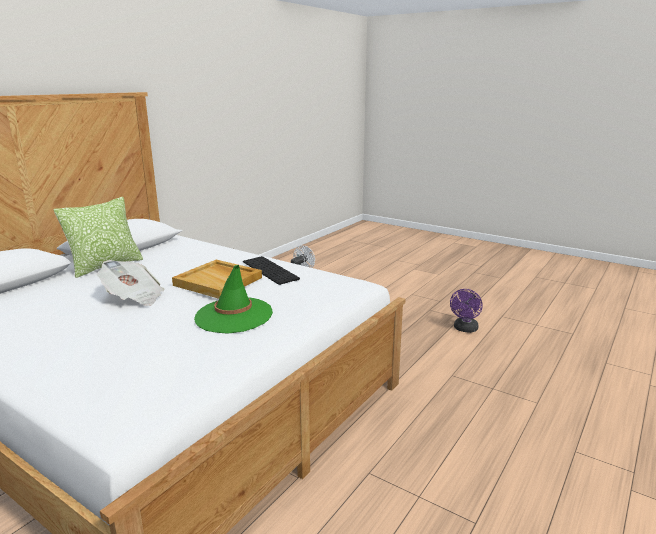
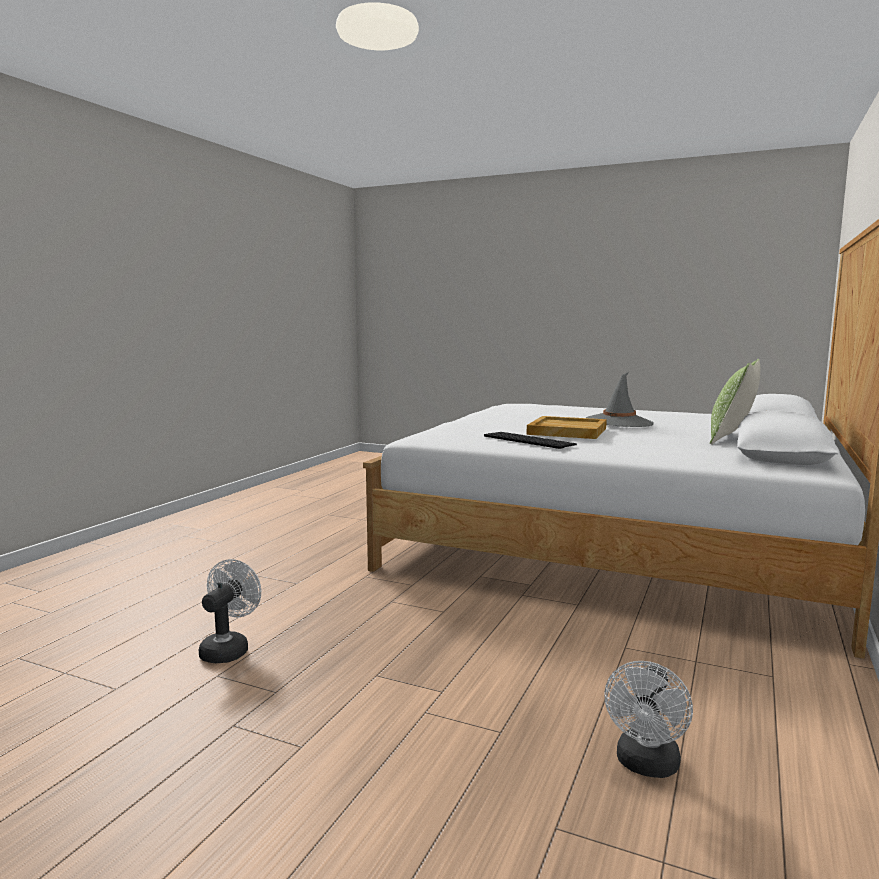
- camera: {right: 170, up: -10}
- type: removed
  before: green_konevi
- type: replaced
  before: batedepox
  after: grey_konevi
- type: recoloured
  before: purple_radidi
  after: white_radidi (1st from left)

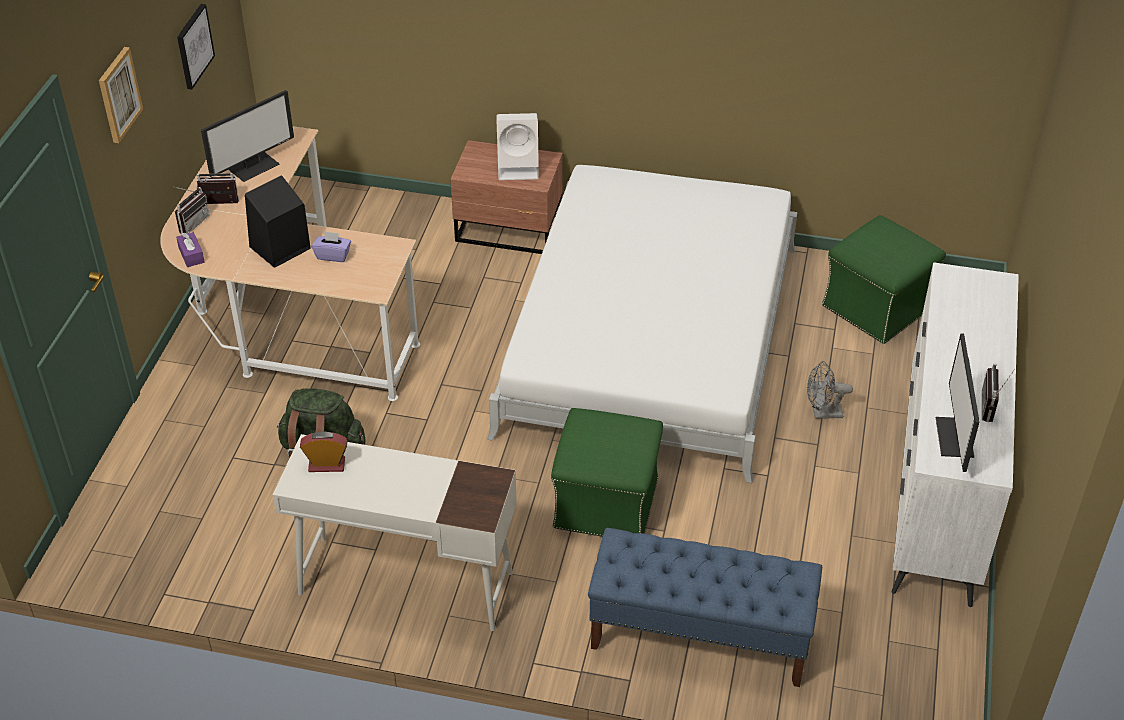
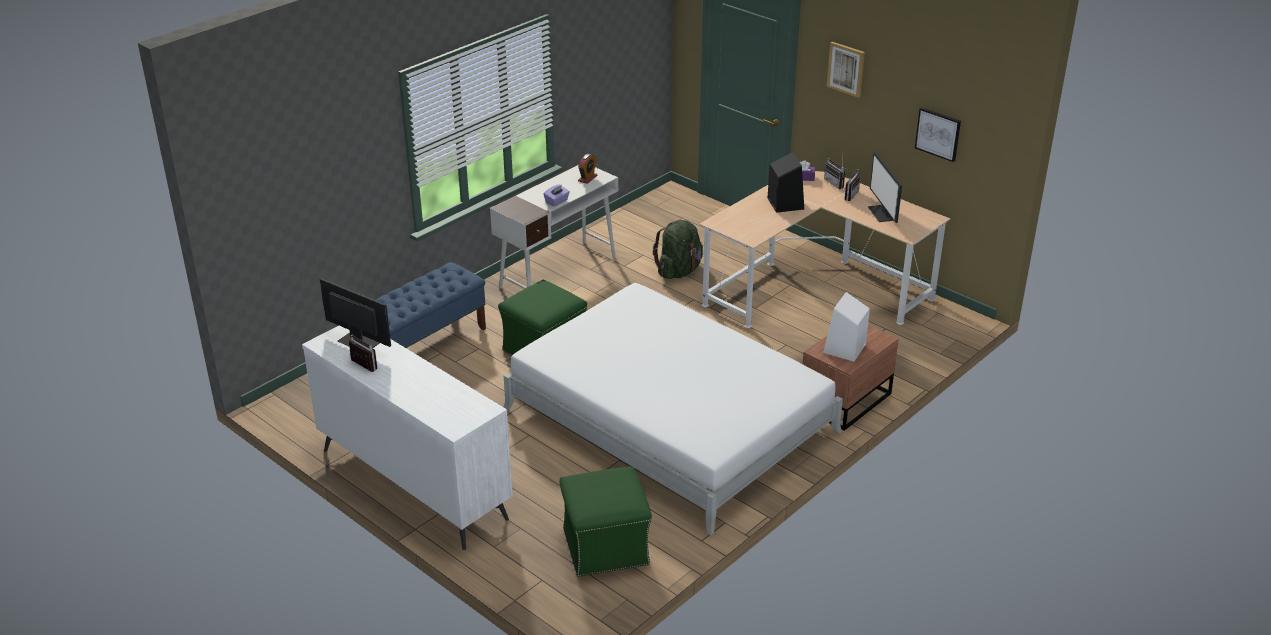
- camera: {right: 120, up: -10}
- type: removed
  before: grey_radidi
- type: moved
  before: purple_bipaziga (2nd from left in the first image)
  after: purple_bipaziga (1st from left)

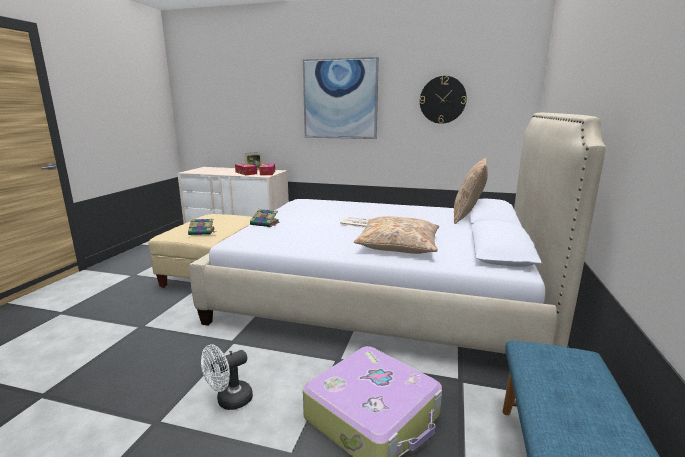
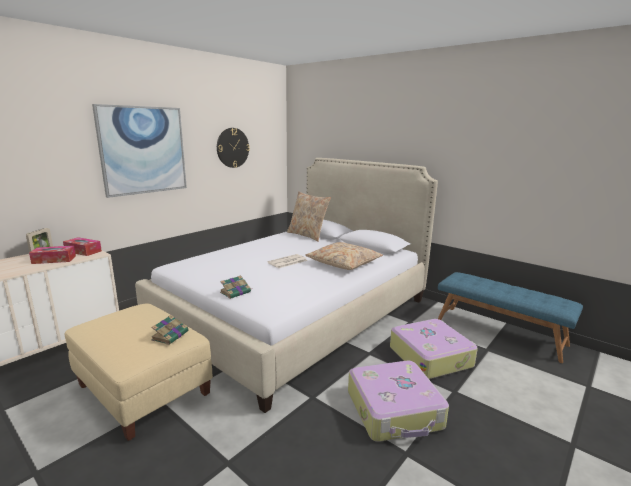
- camera: {right: -65, up: 0}
- type: replaced
  before: white_radidi
  after: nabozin (1st from left)

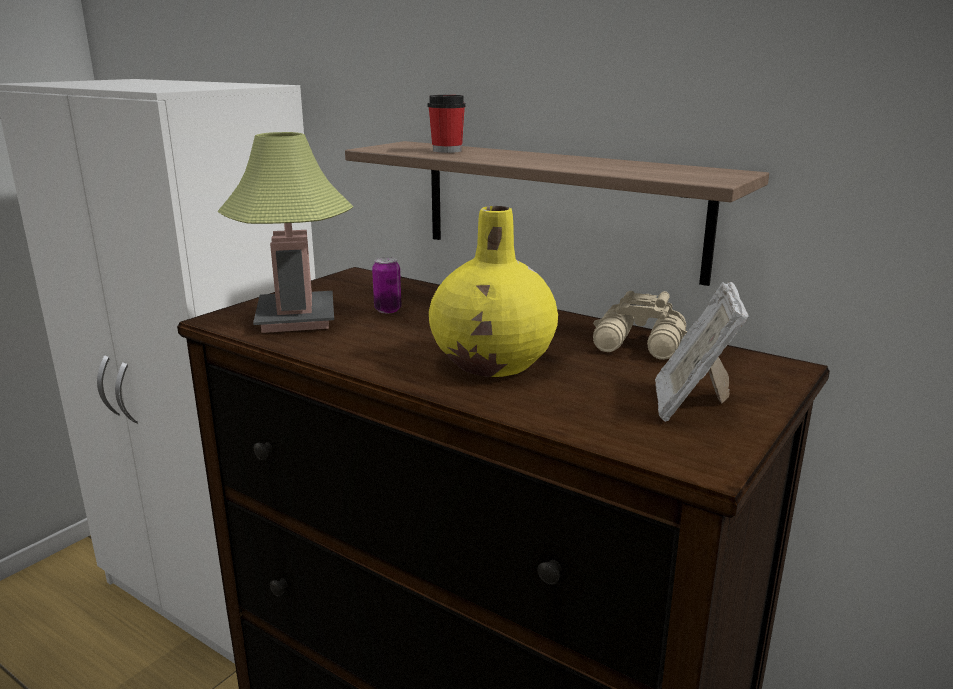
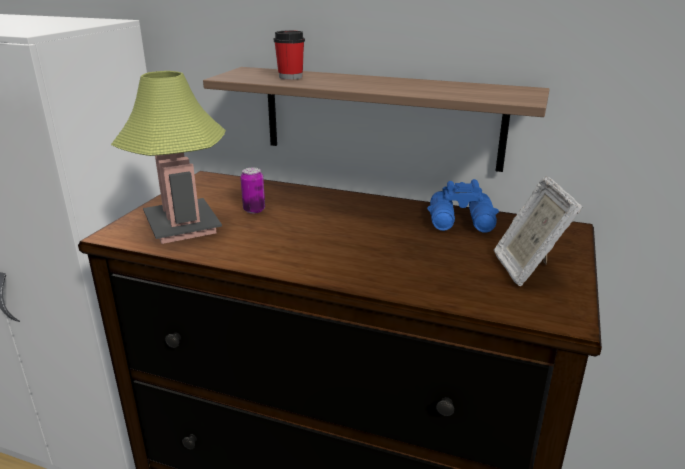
- camera: {right: -15, up: 5}
- type: removed
  before: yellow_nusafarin
- type: recoloured
  before: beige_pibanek
  after: blue_pibanek

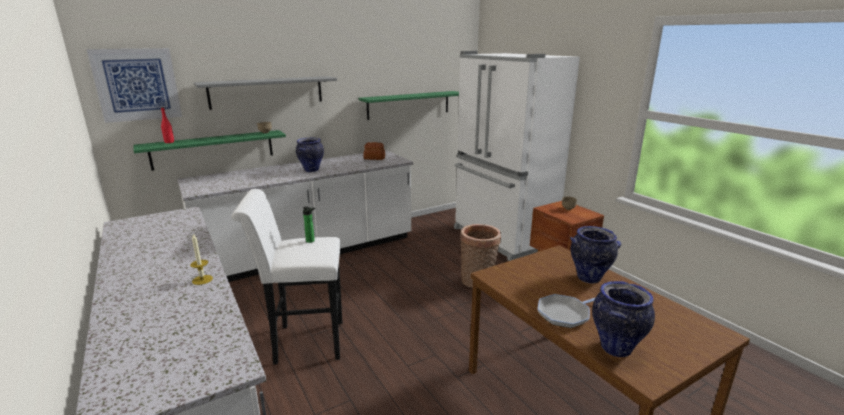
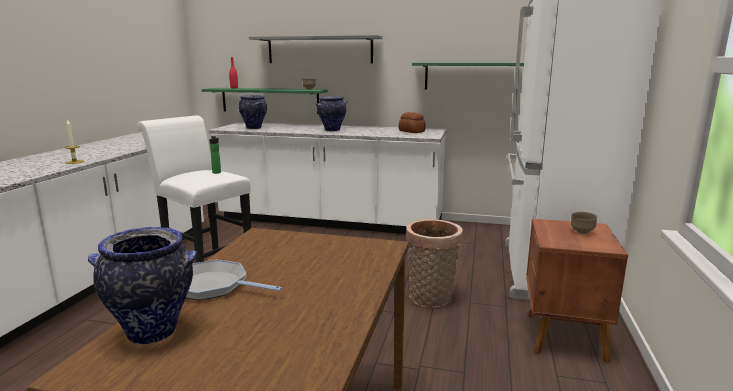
- camera: {right: 45, up: -5}
- type: removed
  before: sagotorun
- type: moved
  before: nusafarin (2nd from left)

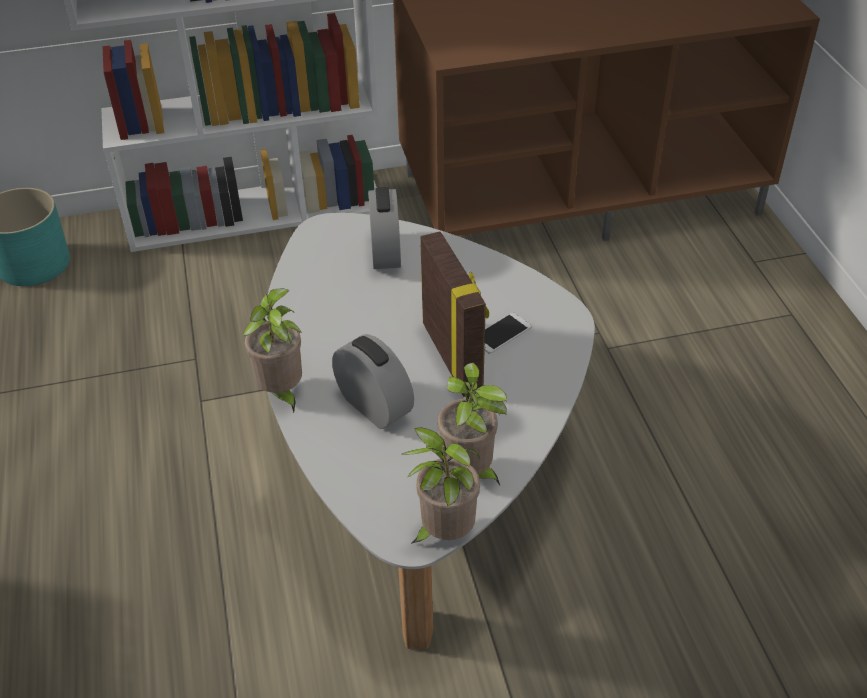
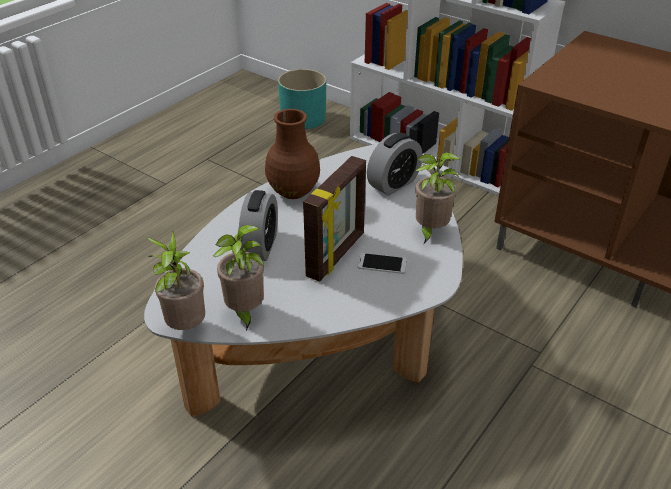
- camera: {right: 50, up: -5}
- type: added
  after: brown_nusafarin
- type: moved
  before: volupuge (1st from left in the first image)
  after: volupuge (3rd from left)

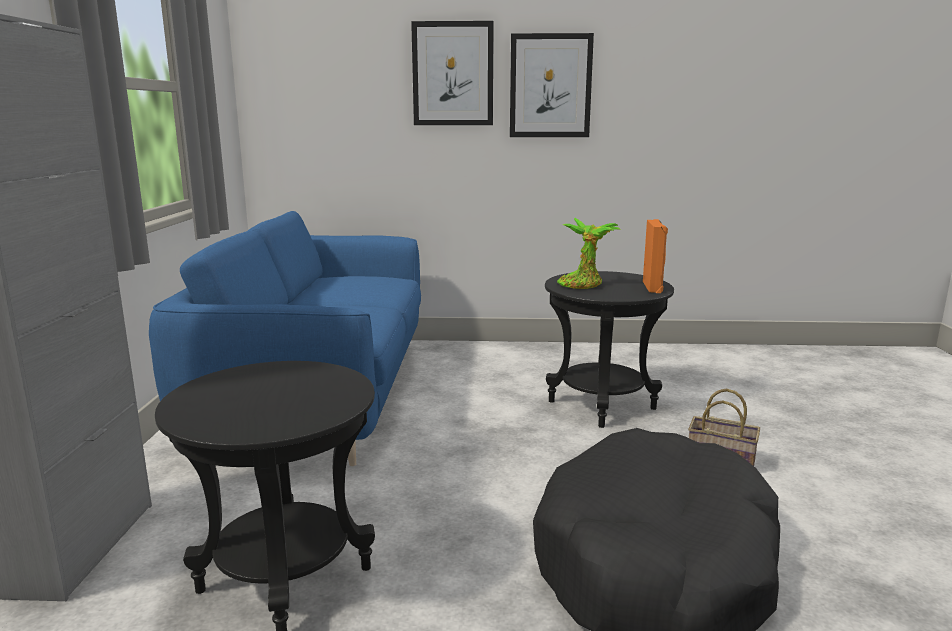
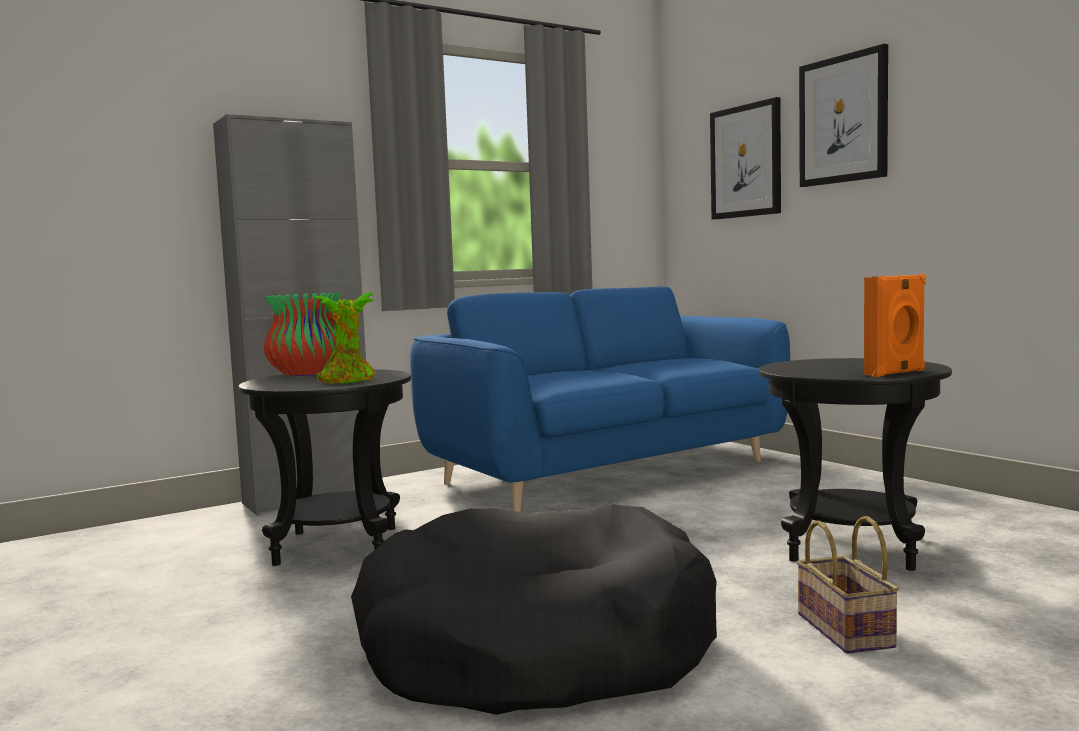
- camera: {right: 55, up: -10}
- type: added
  after: nusafarin
- type: moved
  before: sagotorun (2nd from left in the first image)
  after: sagotorun (1st from left)
- type: moved
  before: volupuge

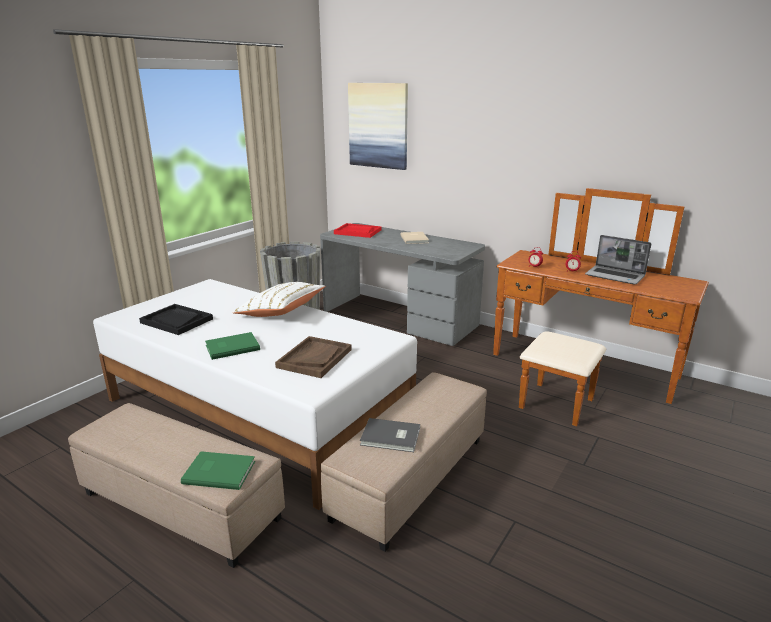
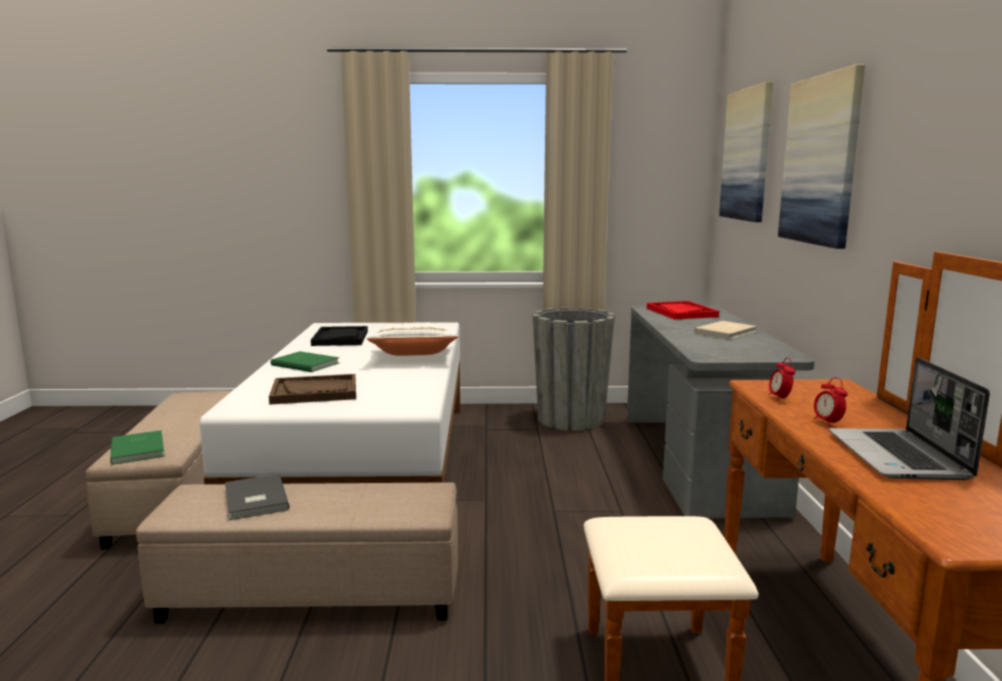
- camera: {right: 55, up: -10}
- type: added
  after: sagotorun (2nd from left)

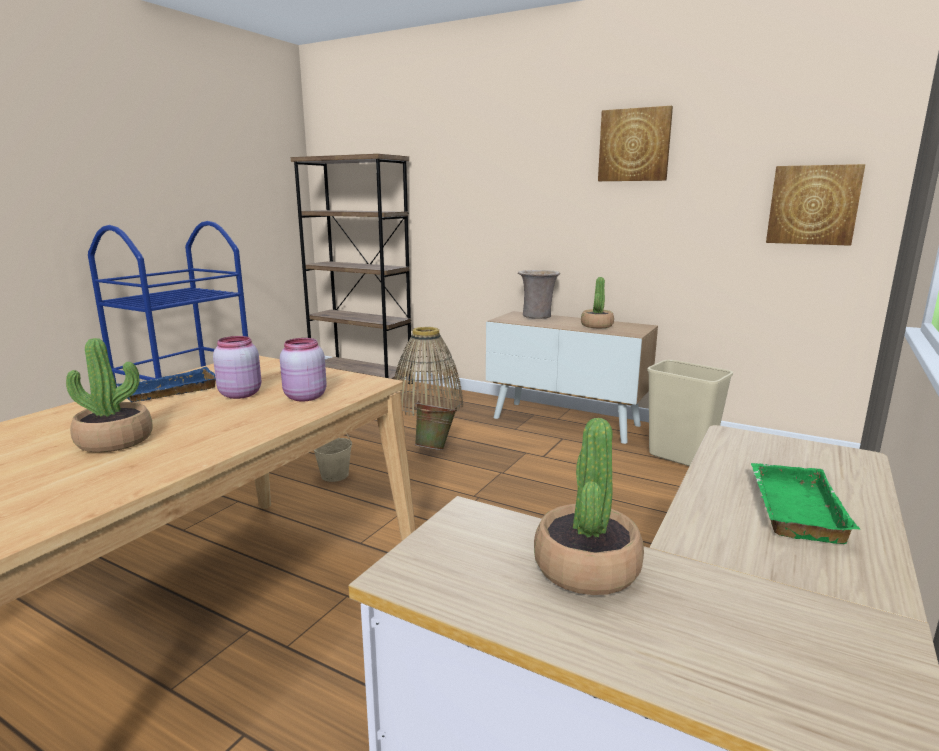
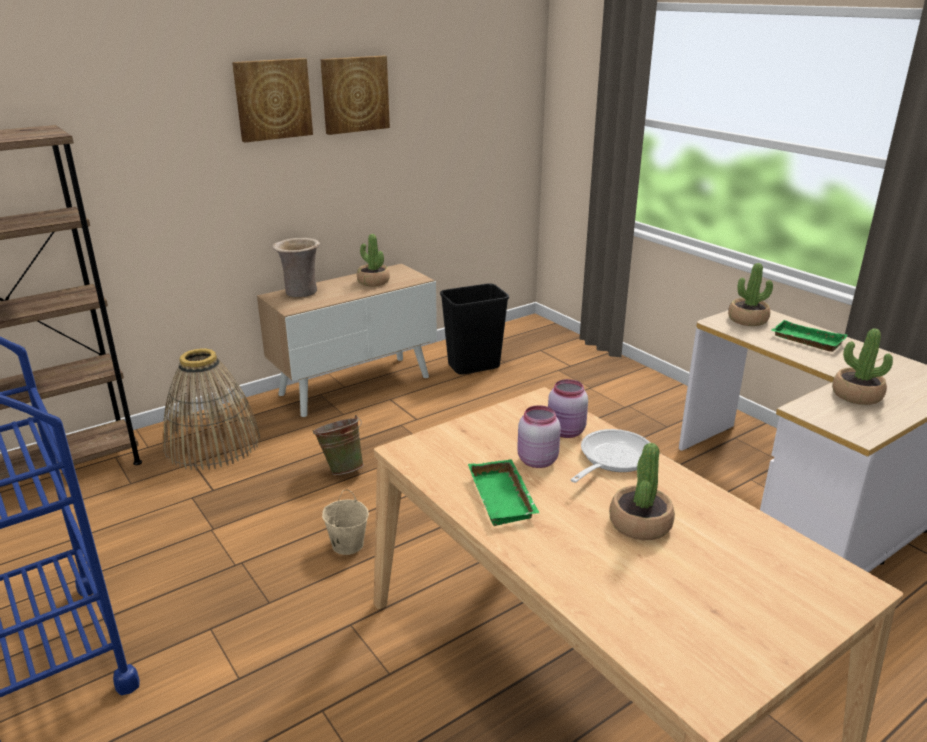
- camera: {right: -65, up: 10}
- type: added
  after: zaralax
- type: added
  after: volupuge (3rd from left)
- type: moved
  before: sagotorun (2nd from left in the first image)
  after: sagotorun (1st from left)
- type: recoloured
  before: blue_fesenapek
  after: green_fesenapek (1st from left)
- type: recoloured
  before: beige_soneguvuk
  after: black_soneguvuk

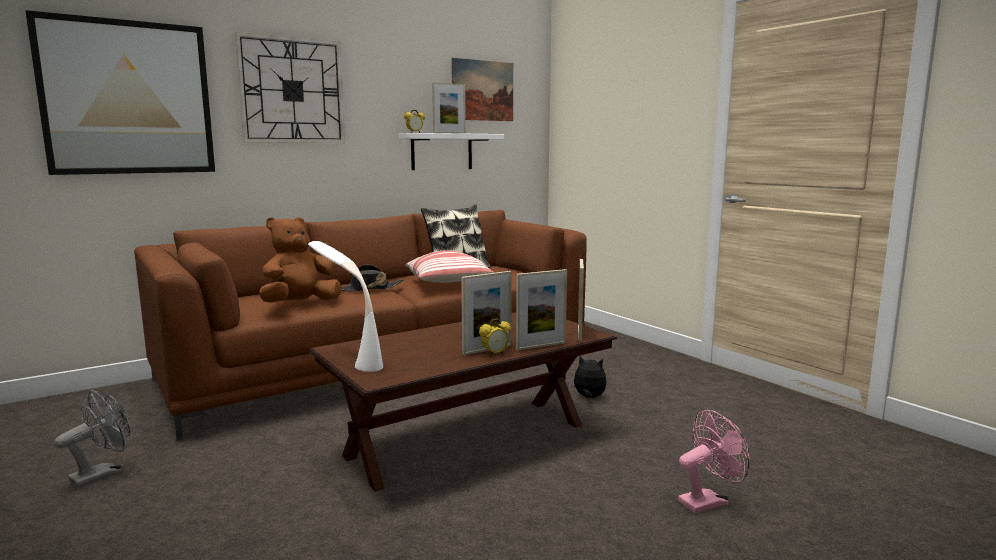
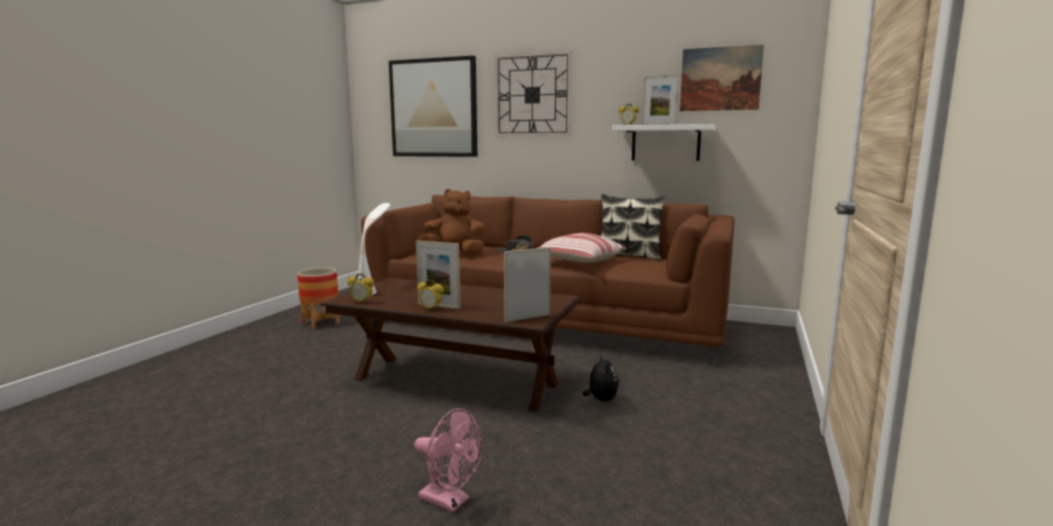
- camera: {right: 55, up: 0}
- type: removed
  before: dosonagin (3rd from left)
- type: added
  after: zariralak (1st from left)
- type: replaced
  before: grey_radidi
  after: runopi

